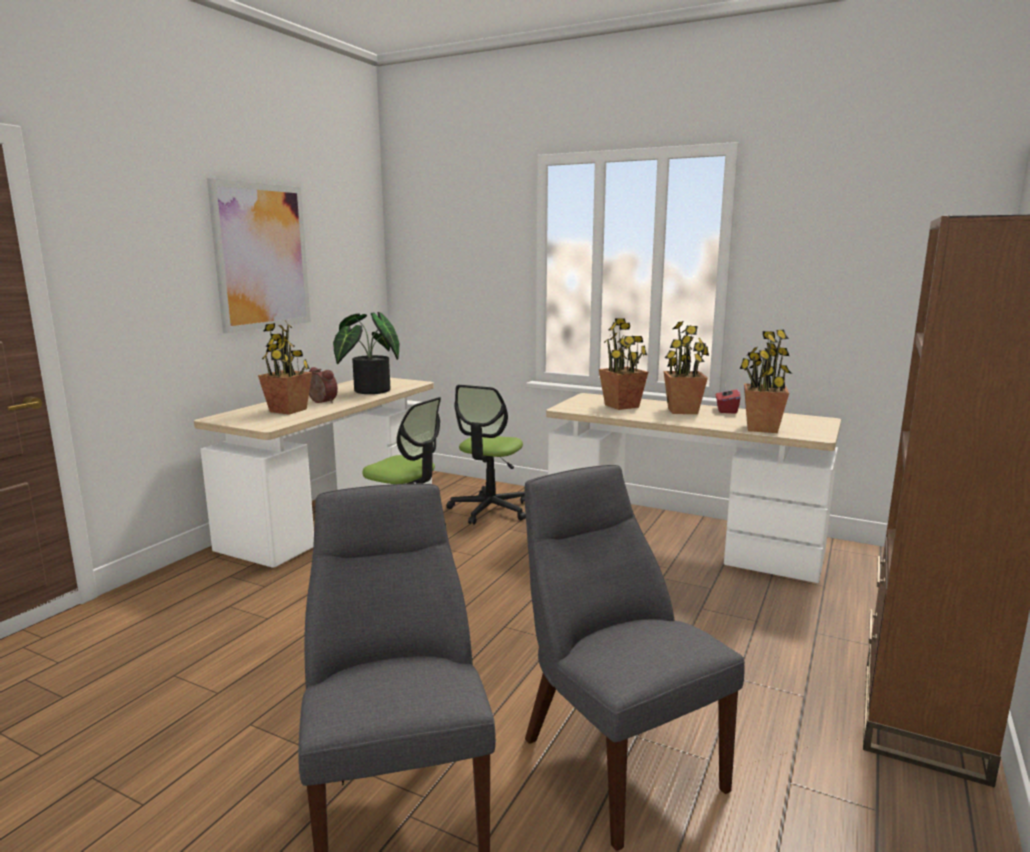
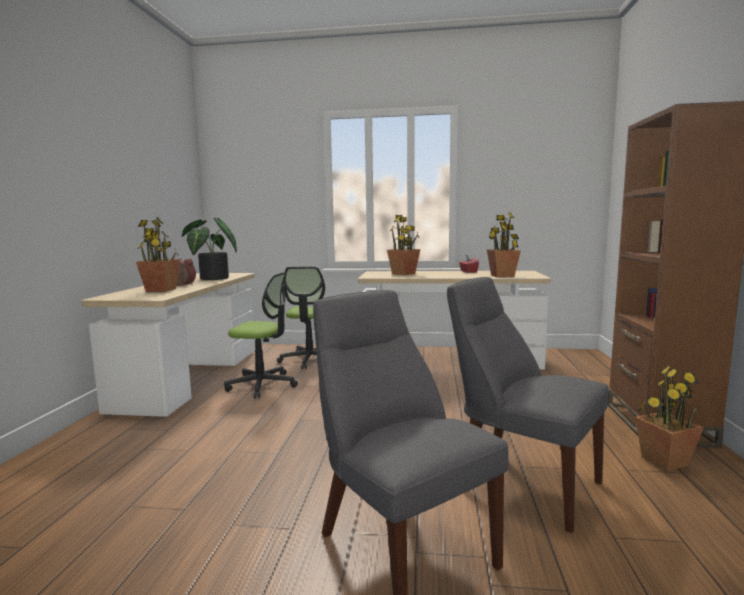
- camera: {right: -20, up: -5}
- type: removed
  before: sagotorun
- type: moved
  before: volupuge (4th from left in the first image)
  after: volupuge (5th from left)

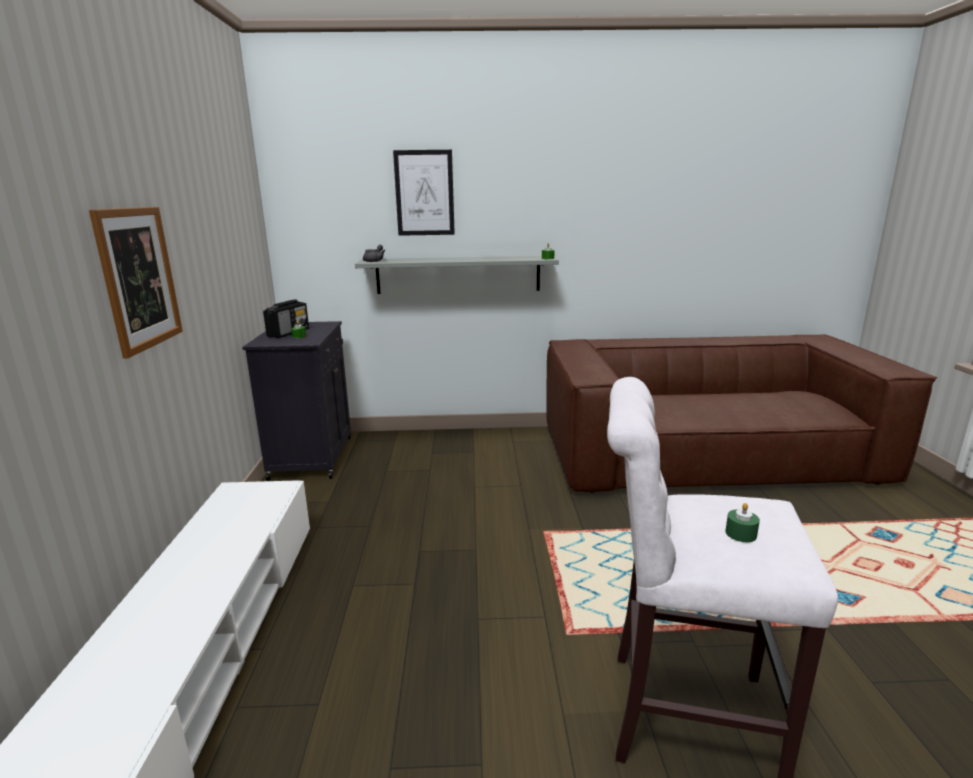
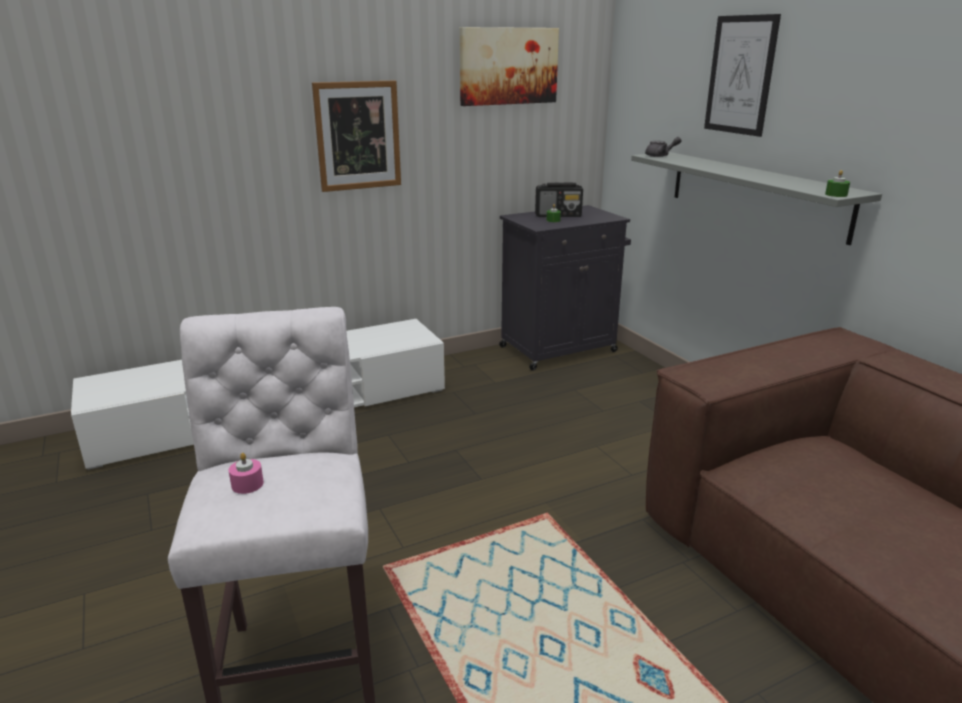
- camera: {right: 65, up: 5}
- type: added
  after: sagotorun (2nd from left)
- type: recoloured
  before: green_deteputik (3rd from left)
  after: pink_deteputik

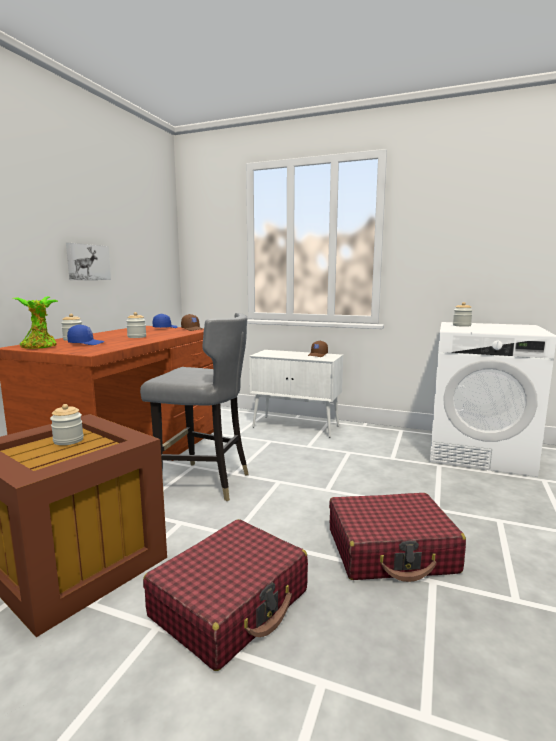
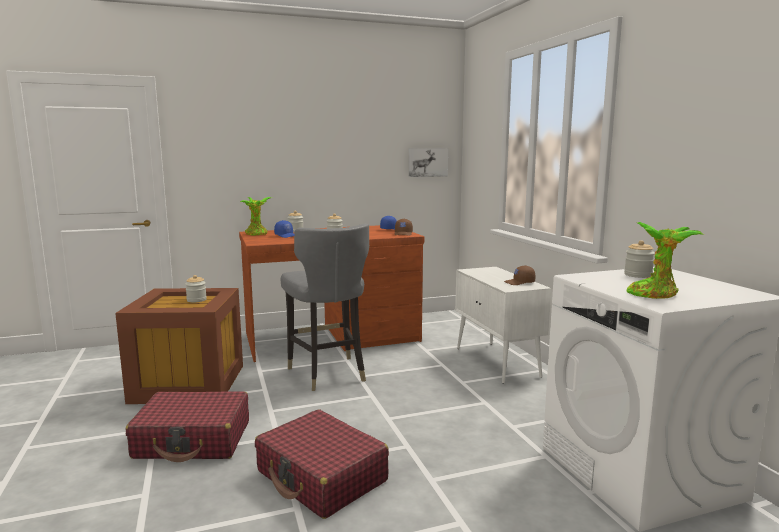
- camera: {right: 50, up: 0}
- type: added
  after: volupuge (2nd from left)
- type: moved
  before: sagotorun

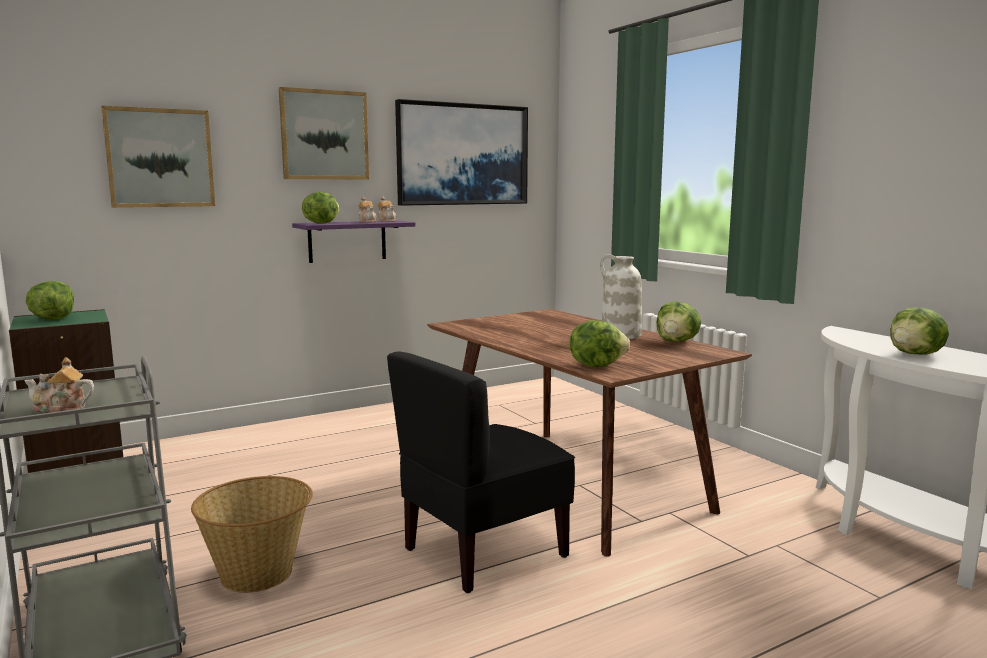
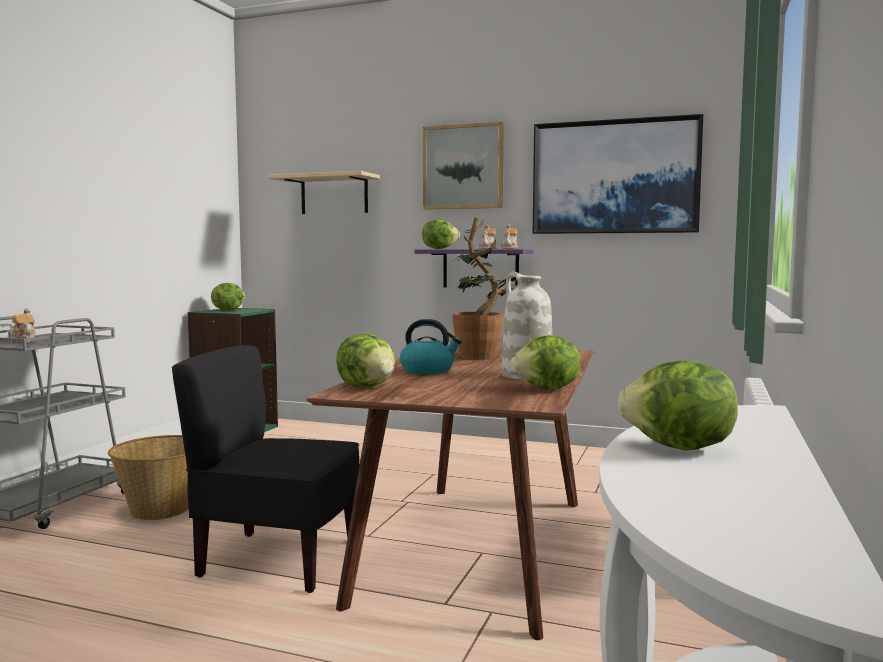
- camera: {right: 50, up: -5}
- type: added
  after: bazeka
- type: added
  after: volupuge
- type: replaced
  before: sagotorun (1st from left)
  after: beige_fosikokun

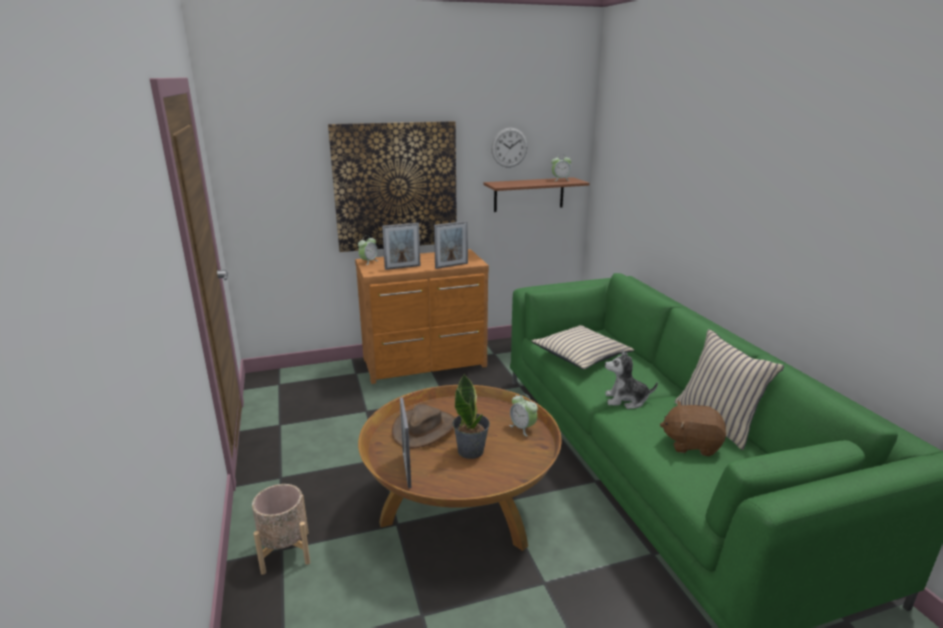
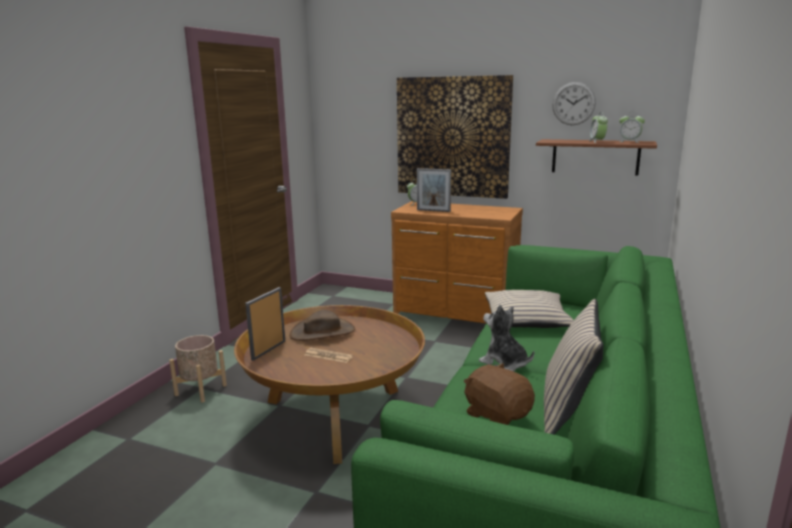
- camera: {right: 40, up: -5}
- type: removed
  before: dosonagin (3rd from left)
- type: moved
  before: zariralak (2nd from left)
- type: replaced
  before: volupuge
  after: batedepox

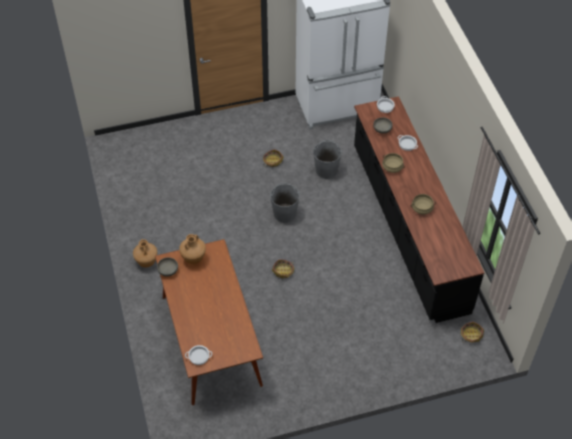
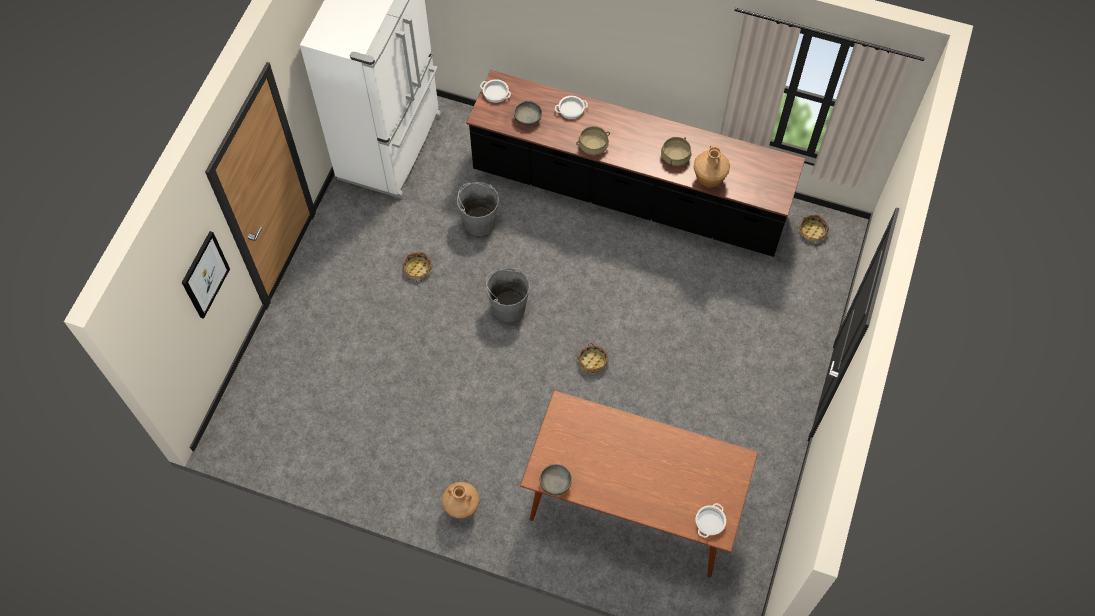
- camera: {right: -55, up: 10}
- type: added
  after: sagotorun
- type: moved
  before: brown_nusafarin (2nd from left)

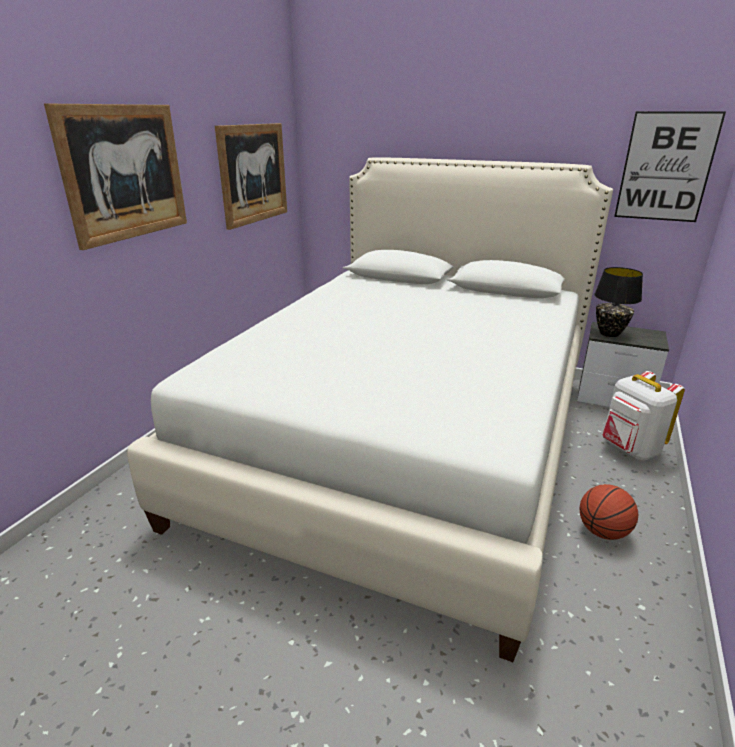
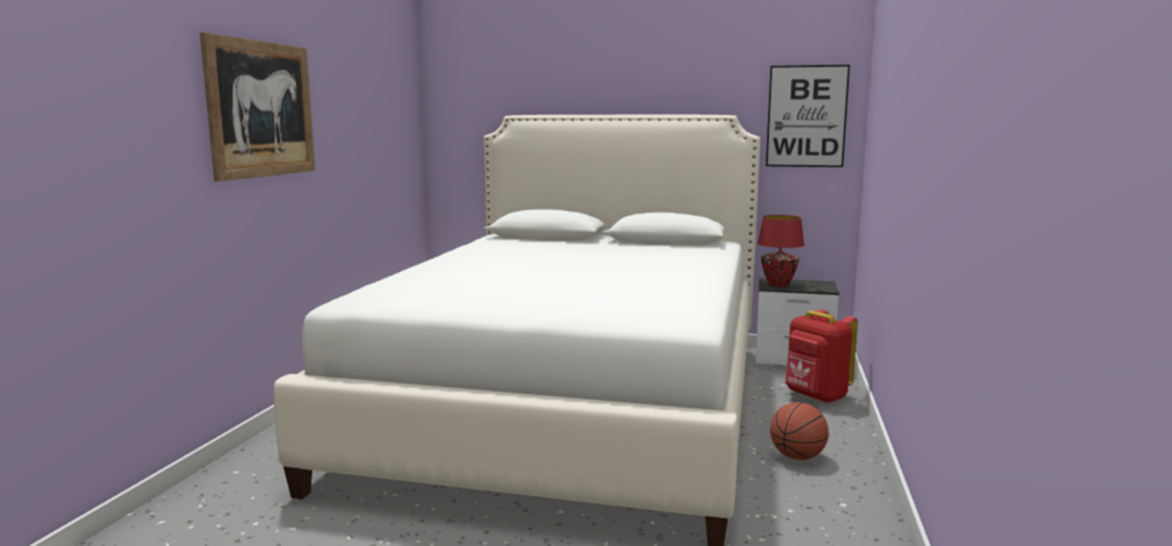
- camera: {right: -10, up: -15}
- type: removed
  before: sagotorun (2nd from left)
- type: recoloured
  before: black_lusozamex
  after: red_lusozamex
- type: recoloured
  before: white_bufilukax
  after: red_bufilukax

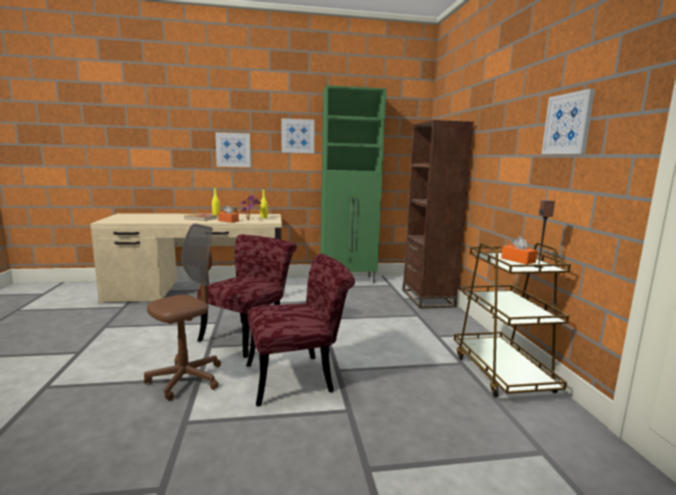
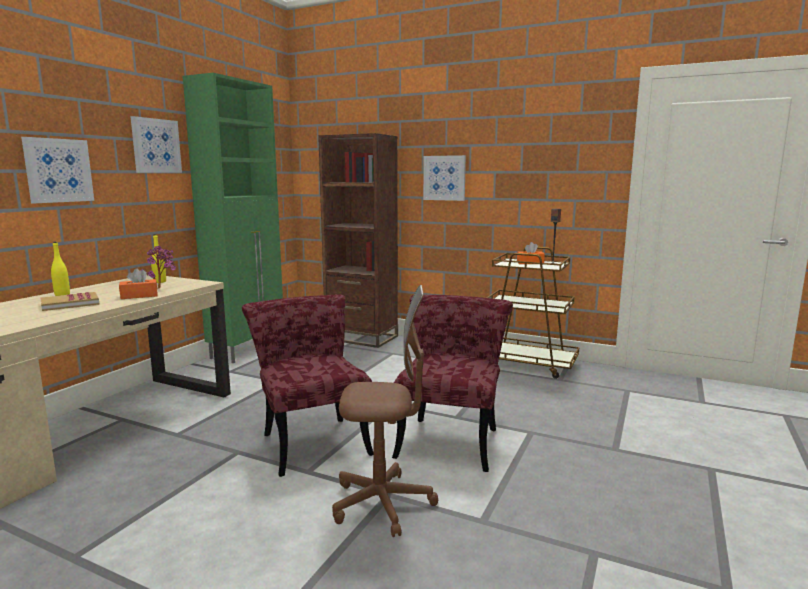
- camera: {right: -55, up: 0}
- type: moved
  before: sagotorun (3rd from left)
- type: turned
  before: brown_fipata
  turn: 105

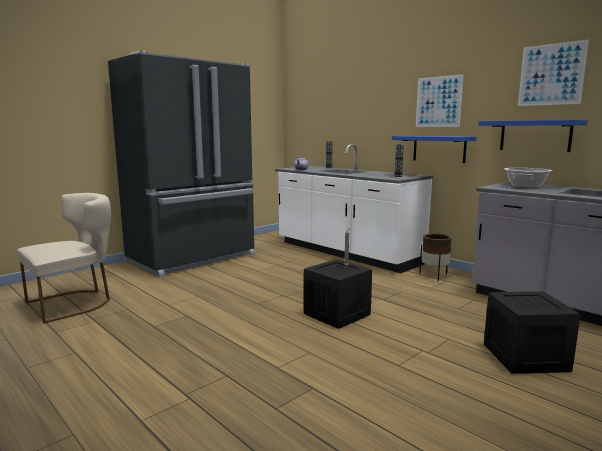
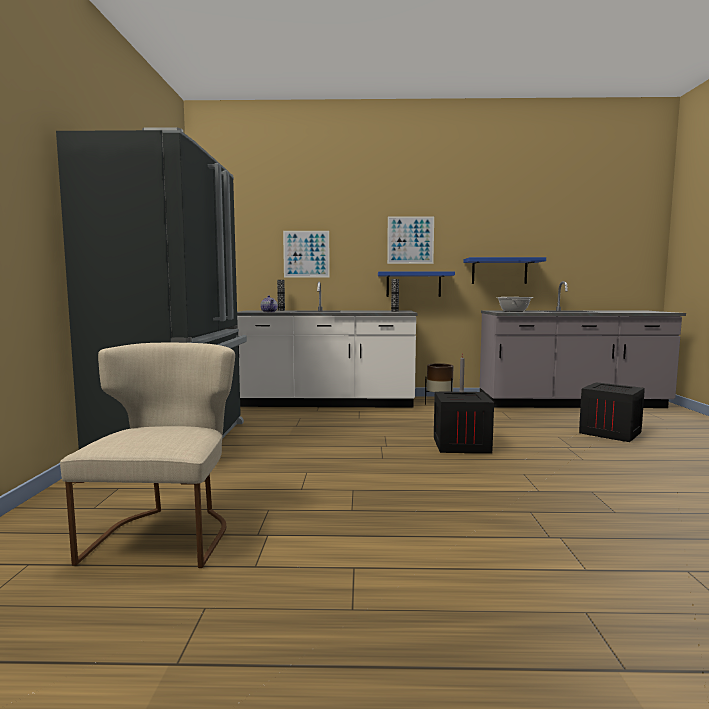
- camera: {right: -45, up: -5}
- type: moved
  before: sagotorun (2nd from left in the first image)
  after: sagotorun (1st from left)

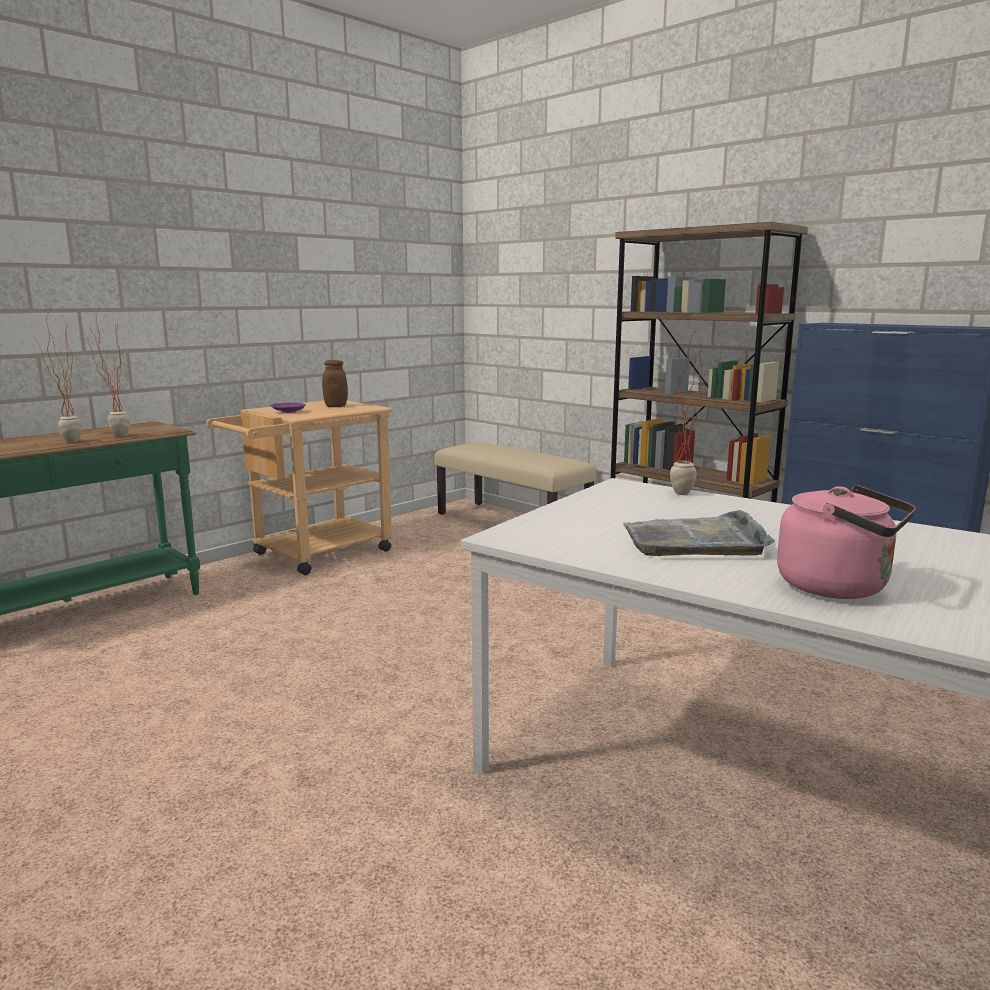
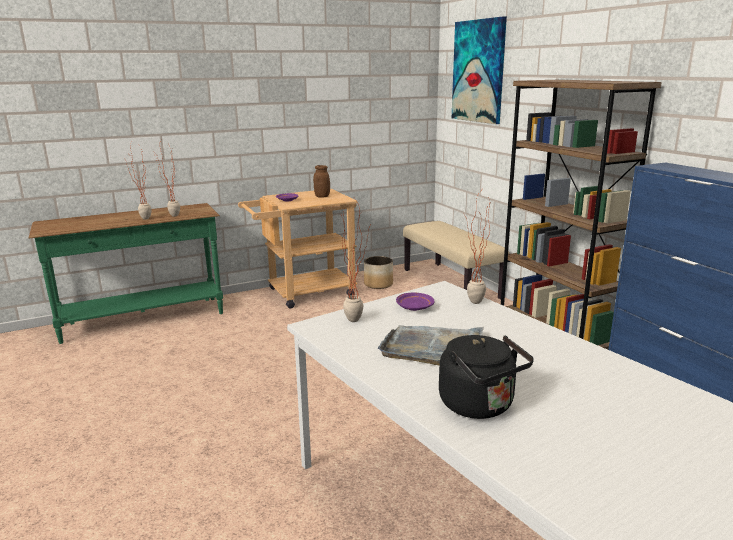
- camera: {right: 20, up: 5}
- type: added
  after: volupuge (3rd from left)
- type: added
  after: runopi
- type: added
  after: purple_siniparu (2nd from left)
- type: added
  after: sagotorun
- type: recoloured
  before: pink_bazeka
  after: black_bazeka

